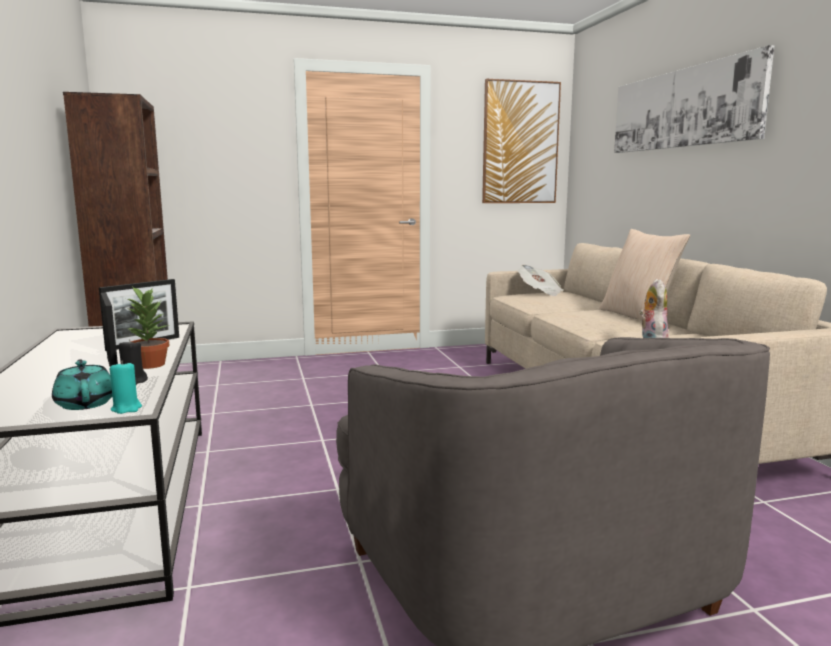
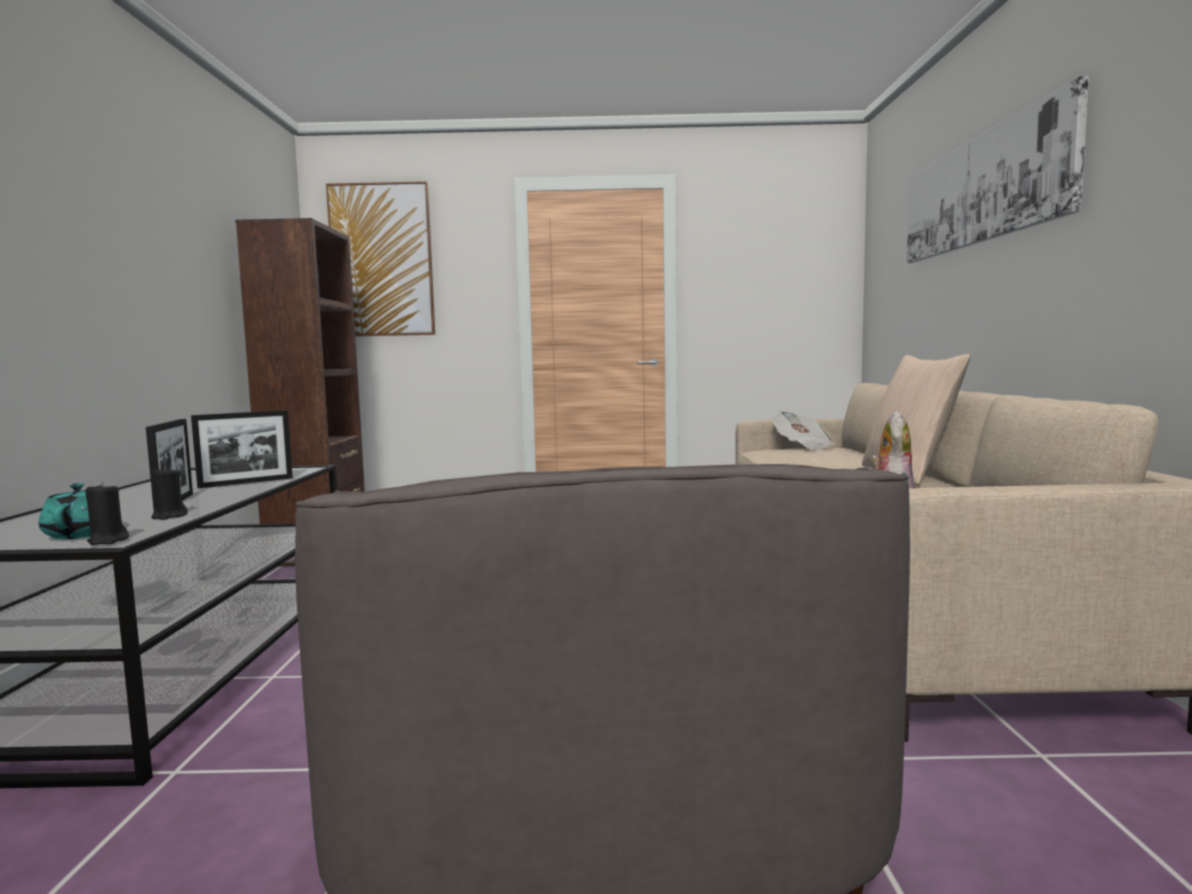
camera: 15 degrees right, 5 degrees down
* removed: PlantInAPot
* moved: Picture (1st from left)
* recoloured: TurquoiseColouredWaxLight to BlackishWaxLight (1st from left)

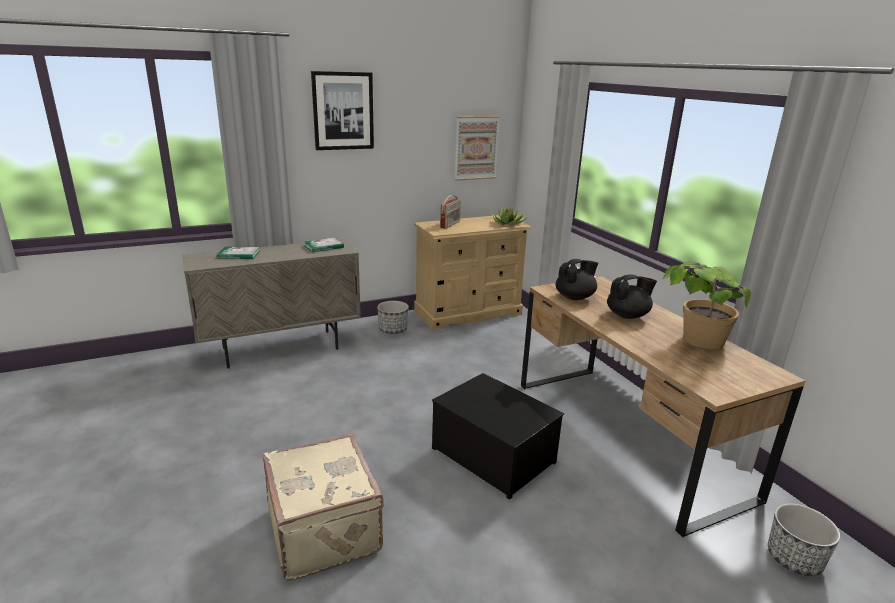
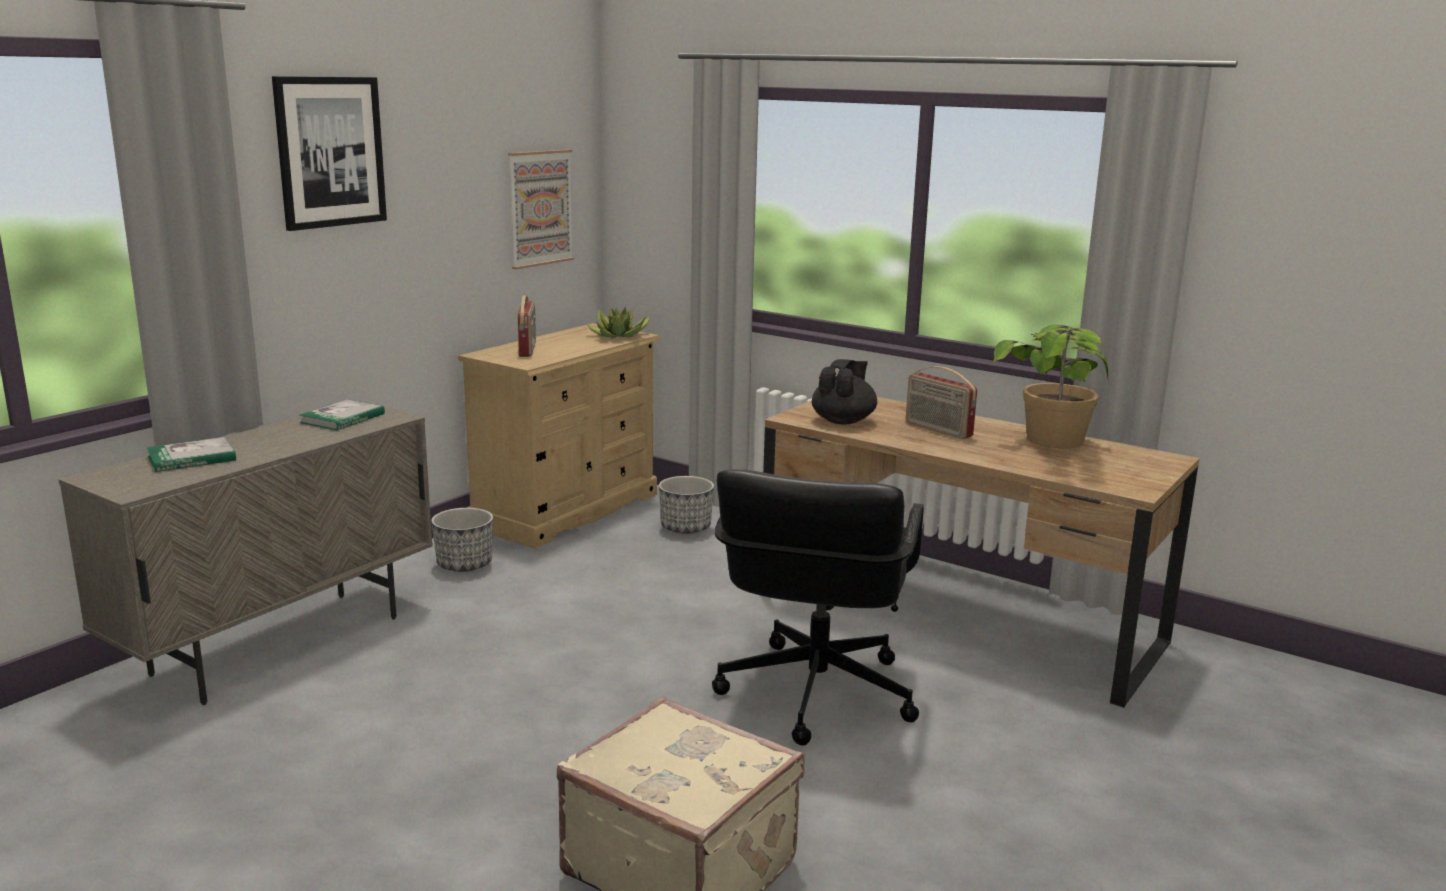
camera: 30 degrees left, 5 degrees down
* moved: PlantPot (2nd from left)
* replaced: StorageBin to BlackishDeskChair
* replaced: BlackishPotForTea (2nd from left) to RadioSet (2nd from left)

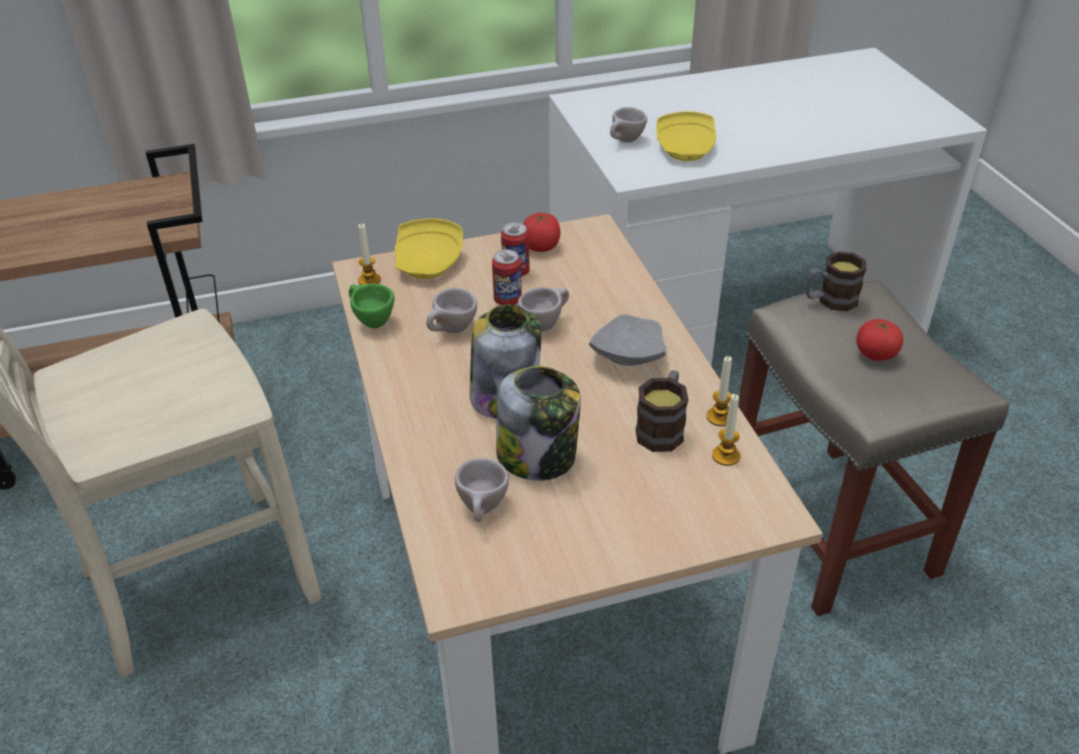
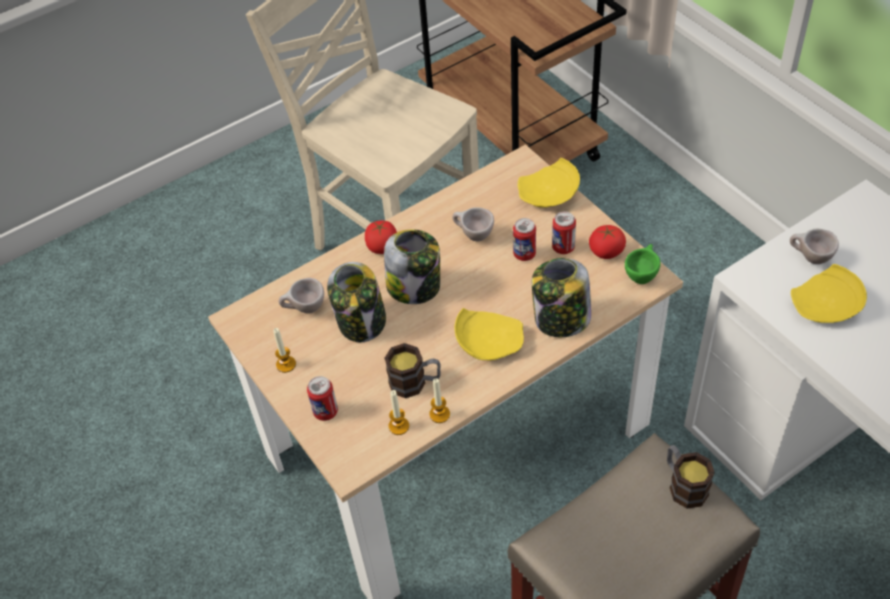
camera: 75 degrees right, 10 degrees up
* removed: BeigeColouredSmallCup (3rd from left)
* added: SealedCan (1st from left)
* added: StorageJar (3rd from left)
* moved: GreenishSmallCup
* moved: WaxLight (1st from left)
* moved: Tomato (2nd from left in the first image) to Tomato (1st from left)
* recoloured: GreyishDinnerPlate to YellowDinnerPlate (1st from left)

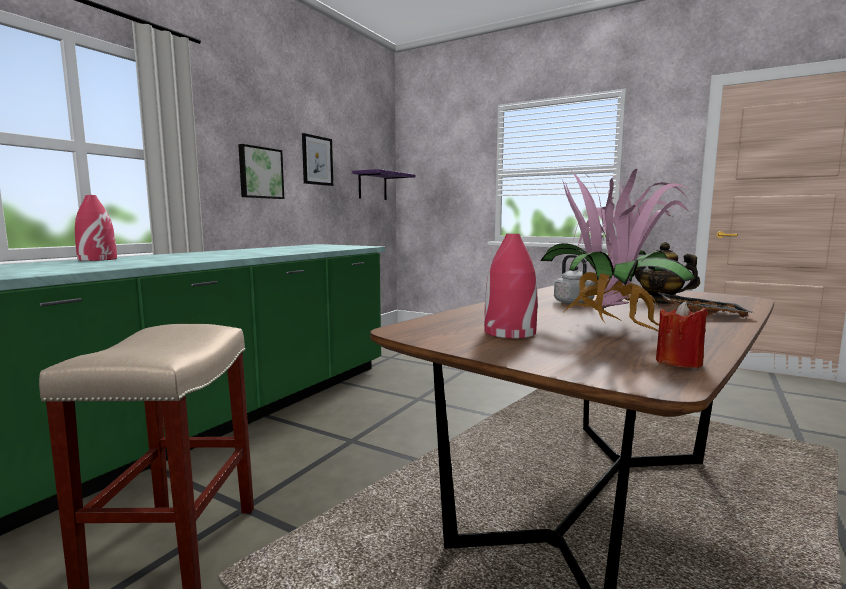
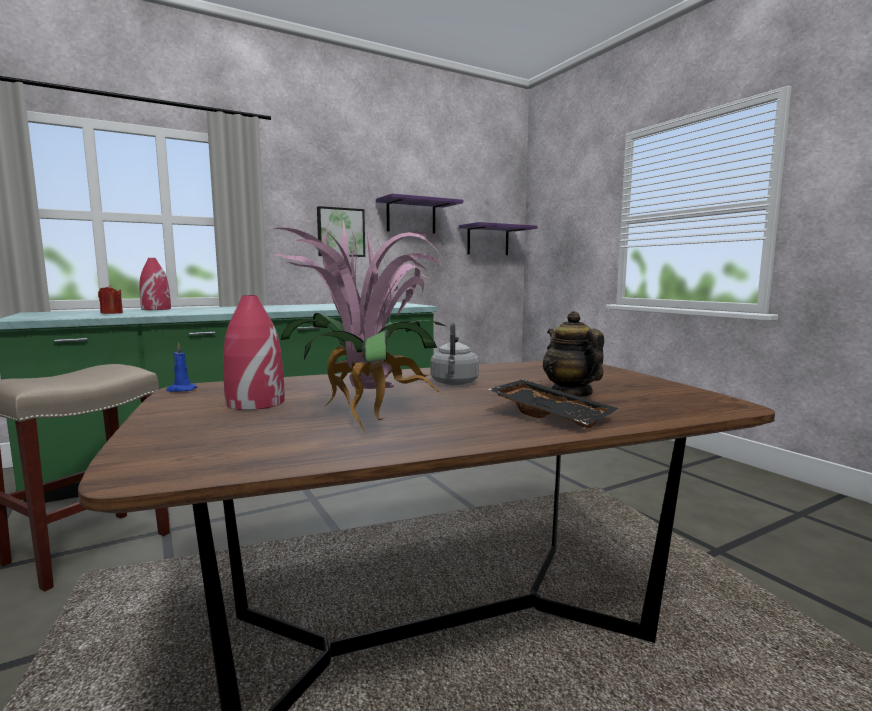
camera: 30 degrees right, 0 degrees up
* added: BlueColouredWaxLight
* moved: RedColouredWaxLight
* replaced: Picture (2nd from left) to PurpleColouredWallShelf (1st from left)

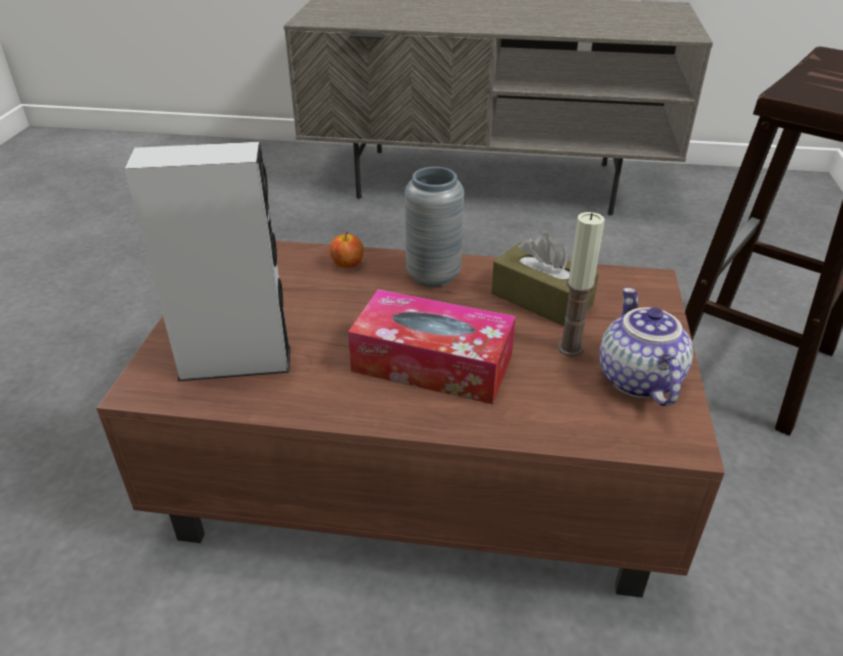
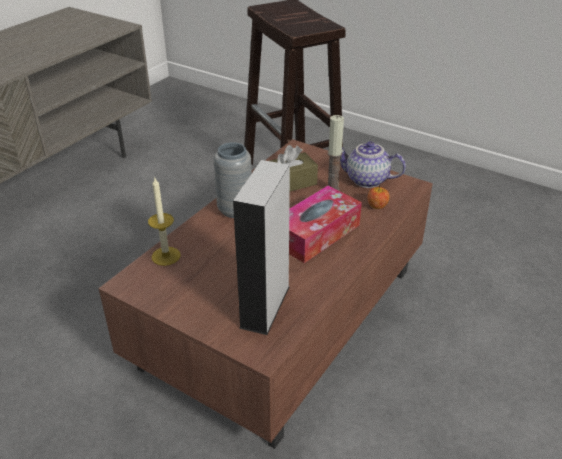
camera: 65 degrees left, 0 degrees up
* added: WaxLight (1st from left)
* moved: Apple

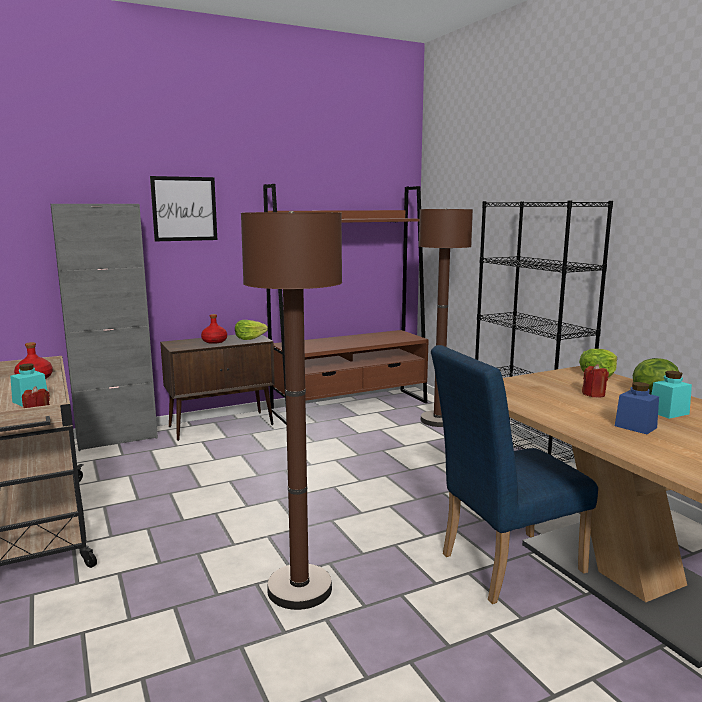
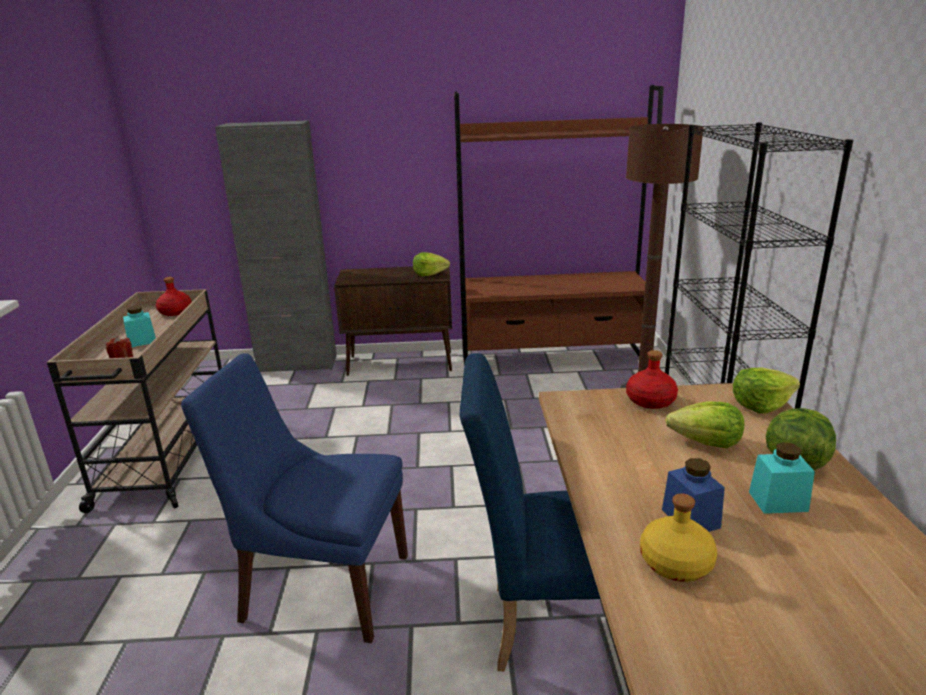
camera: 25 degrees right, 10 degrees up
* removed: Picture
* added: YellowBeverageBottle
* moved: RedColouredBeverageBottle (2nd from left)
* replaced: BrownFloorLamp (1st from left) to BlueColouredUprightChair (1st from left)
* replaced: RedColouredWaxLight (2nd from left) to HeadOfLettuce (2nd from left)

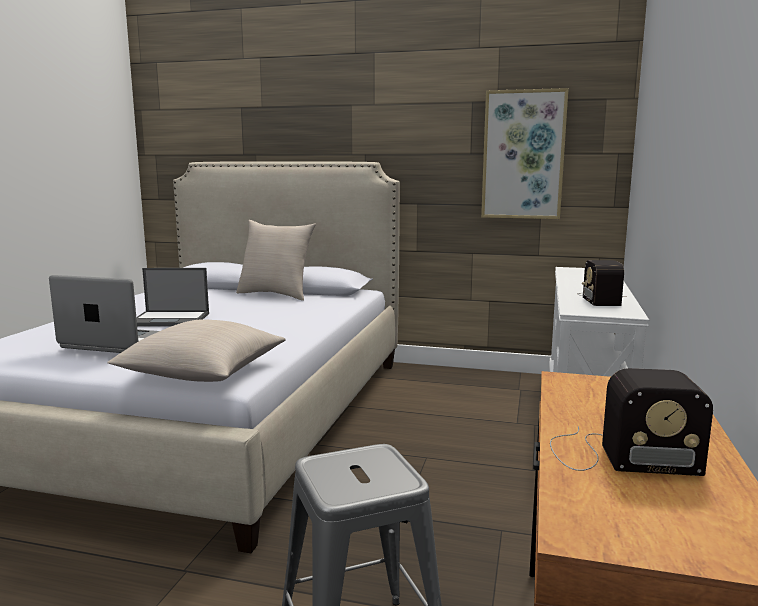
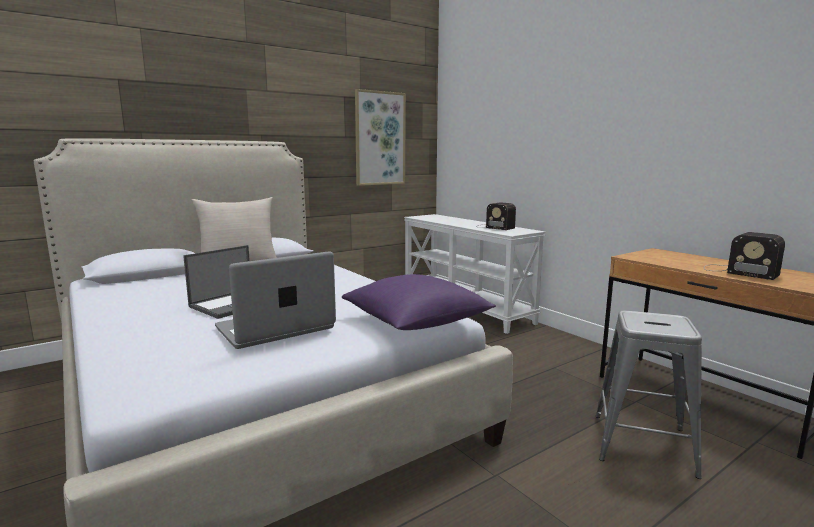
camera: 50 degrees left, 0 degrees up
* recoloured: BeigeColouredCushion (1st from left) to PurpleColouredCushion
* turned: RadioSet (2nd from left) 90 degrees clockwise

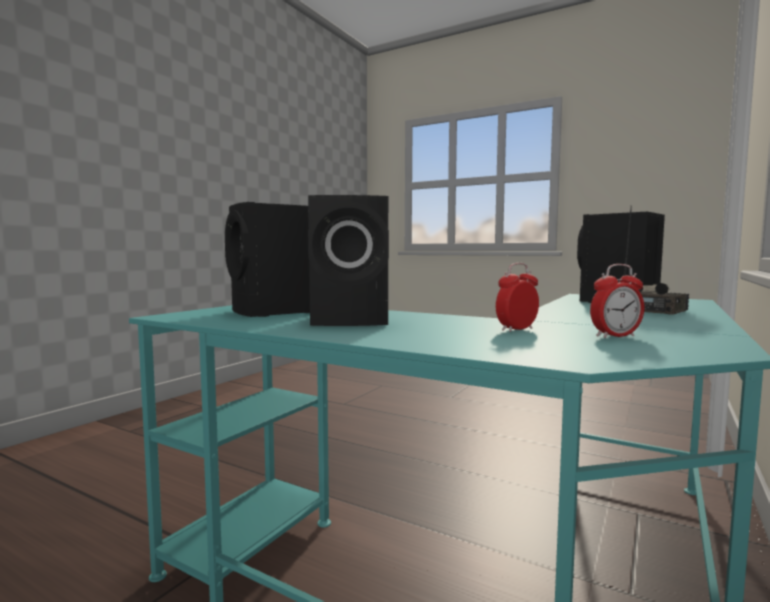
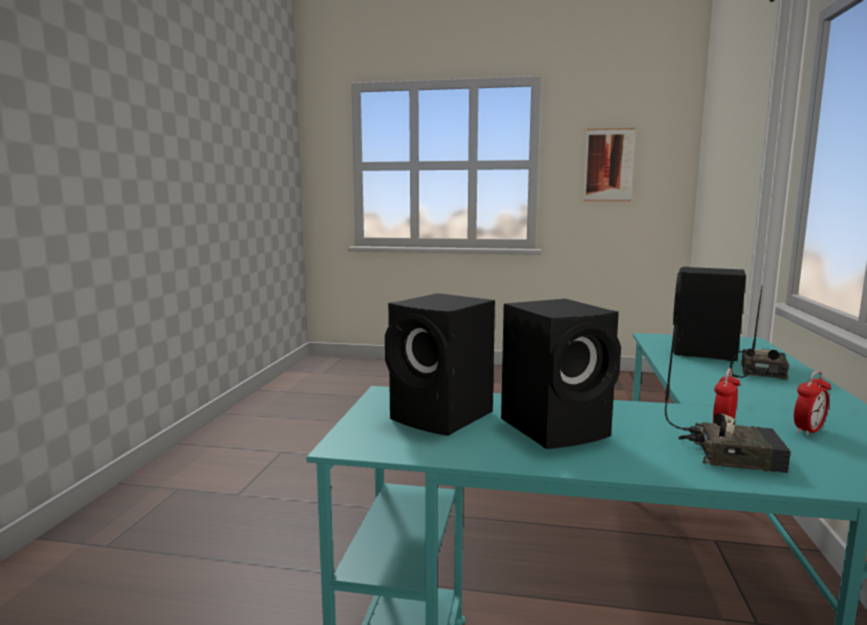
camera: 20 degrees left, 5 degrees up
* added: Picture
* added: RadioSet (1st from left)

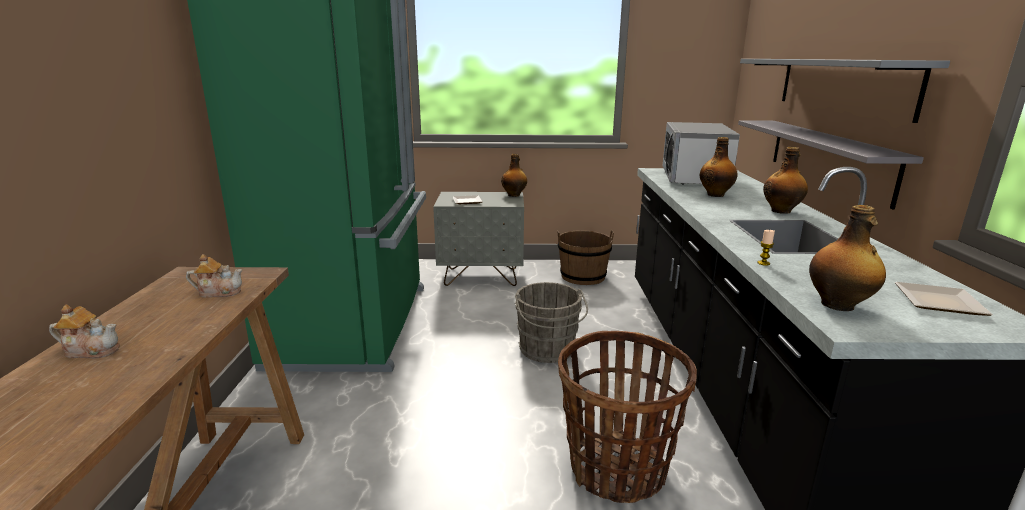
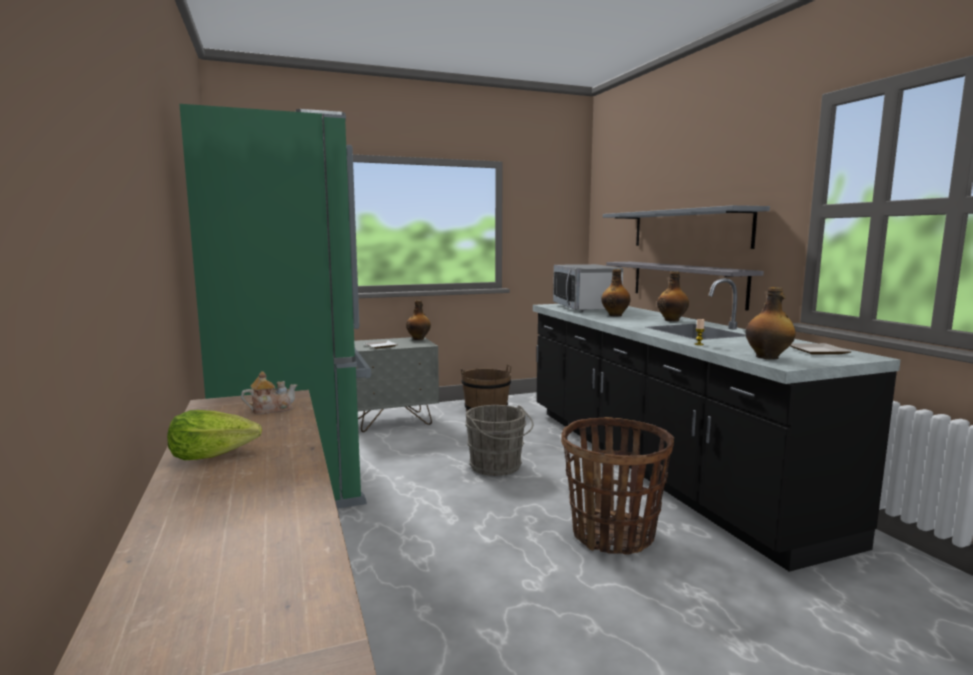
camera: 20 degrees left, 10 degrees down
* replaced: PotForTea (1st from left) to HeadOfLettuce

